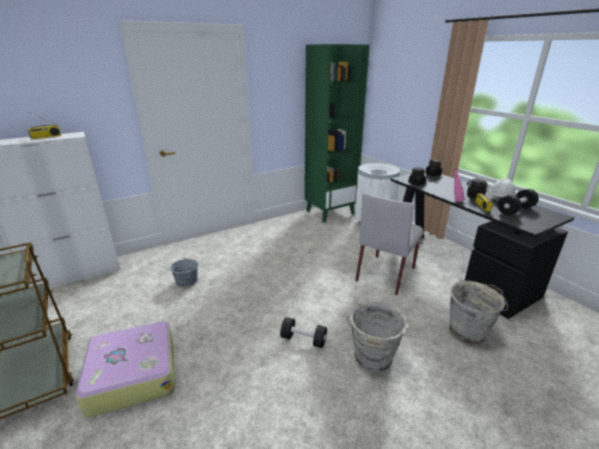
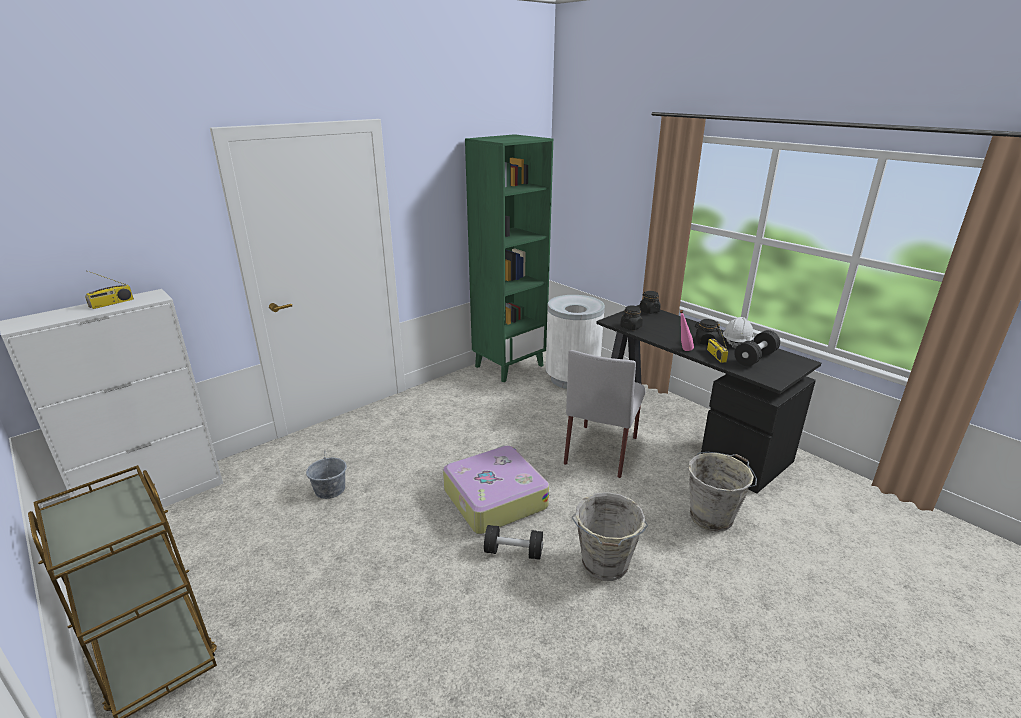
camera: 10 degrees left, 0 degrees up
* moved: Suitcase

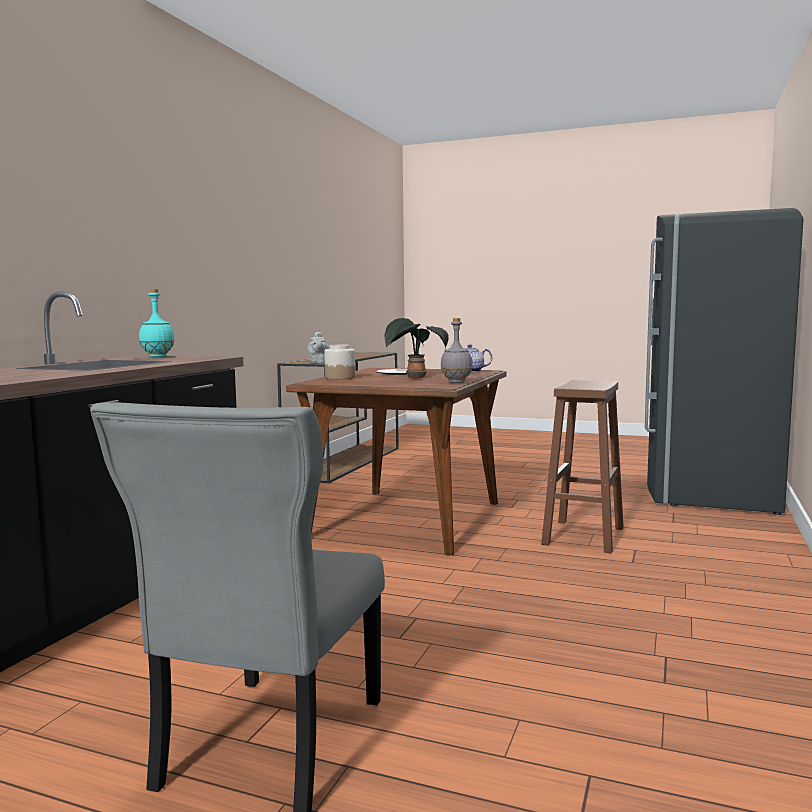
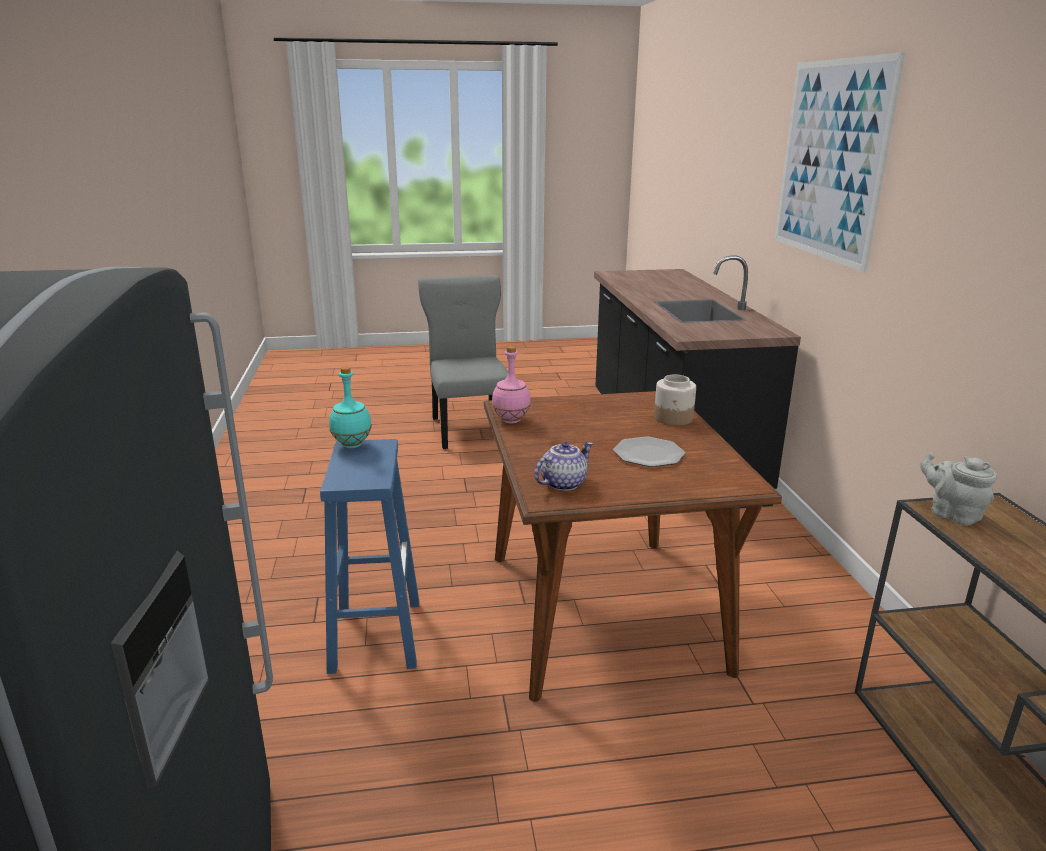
camera: 150 degrees right, 15 degrees up
* removed: PlantInAPot
* added: Picture
* moved: TurquoiseColouredBeverageBottle
* recoloured: GreyishBeverageBottle to PinkBeverageBottle
* recoloured: BrownStoolSeat to BlueColouredStoolSeat

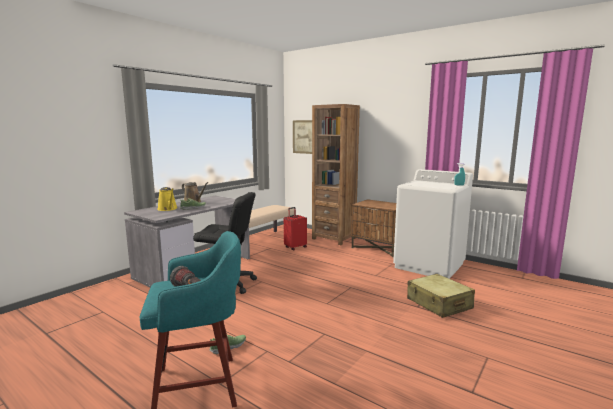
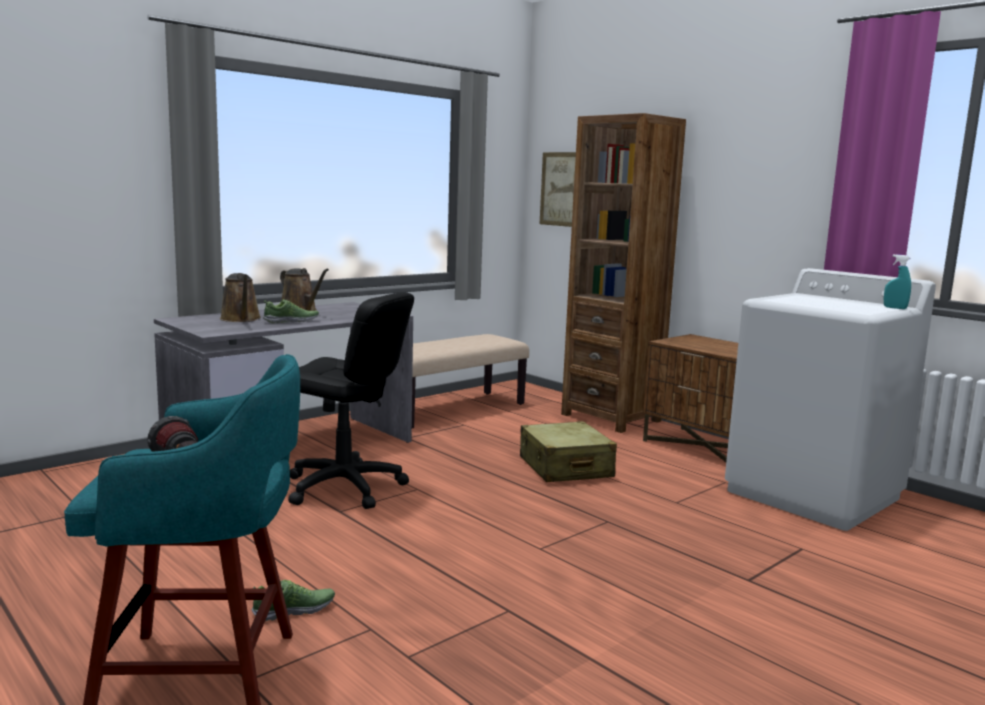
camera: 10 degrees right, 0 degrees up
* removed: RedColouredSuitcase
* moved: BeigeColouredSuitcase
* recoloured: YellowSprinklingCan to BrownSprinklingCan (1st from left)

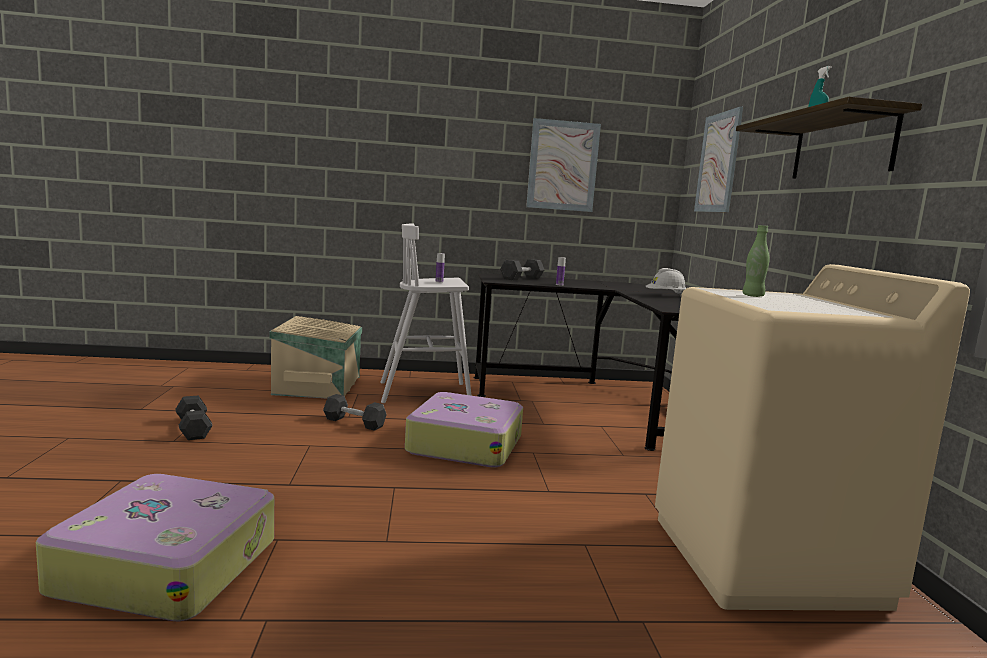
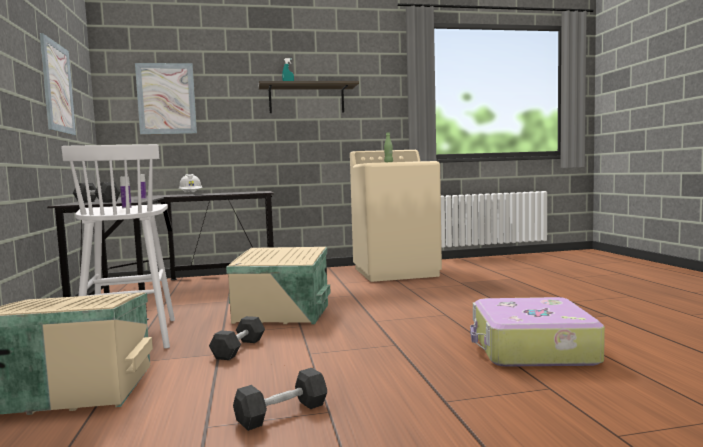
camera: 95 degrees left, 5 degrees down
* replaced: Suitcase (2nd from left) to BeigeColouredStorageBin (2nd from left)

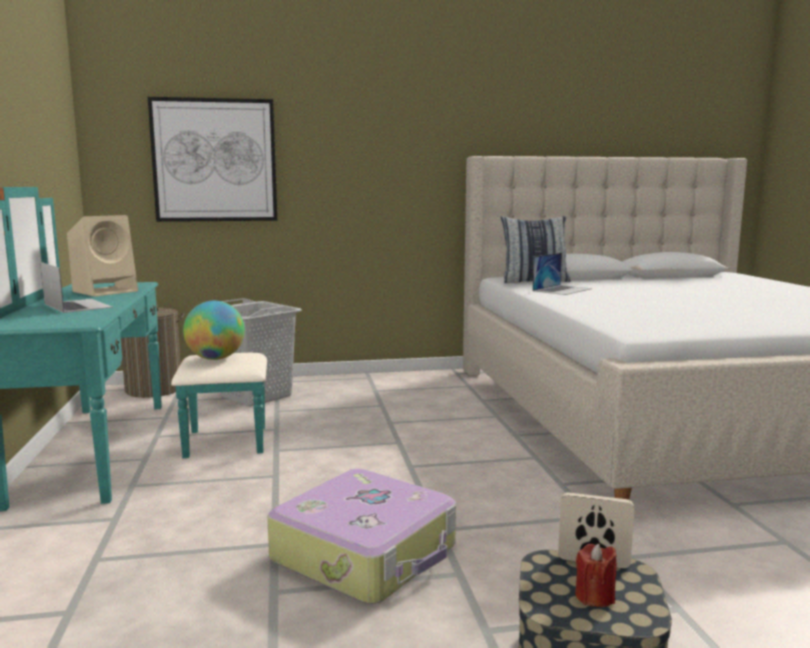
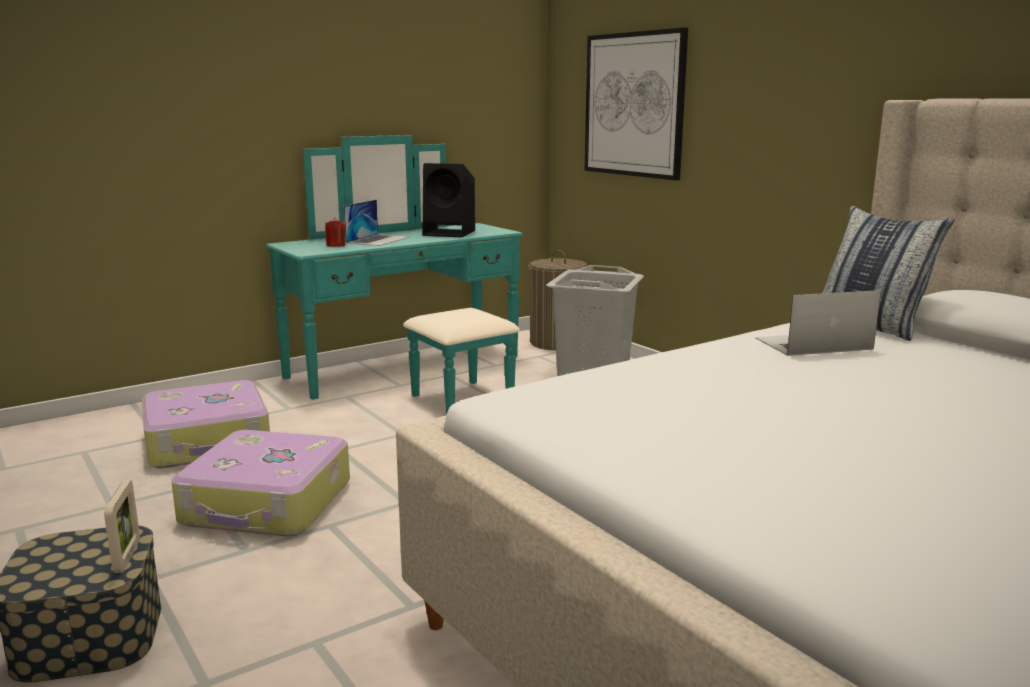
camera: 65 degrees right, 5 degrees up
* removed: Globe
* added: Suitcase (1st from left)
* moved: RedColouredWaxLight
* recoloured: BeigeColouredLoudspeaker to BlackishLoudspeaker
* turned: NotebookComputer (2nd from left) 150 degrees clockwise

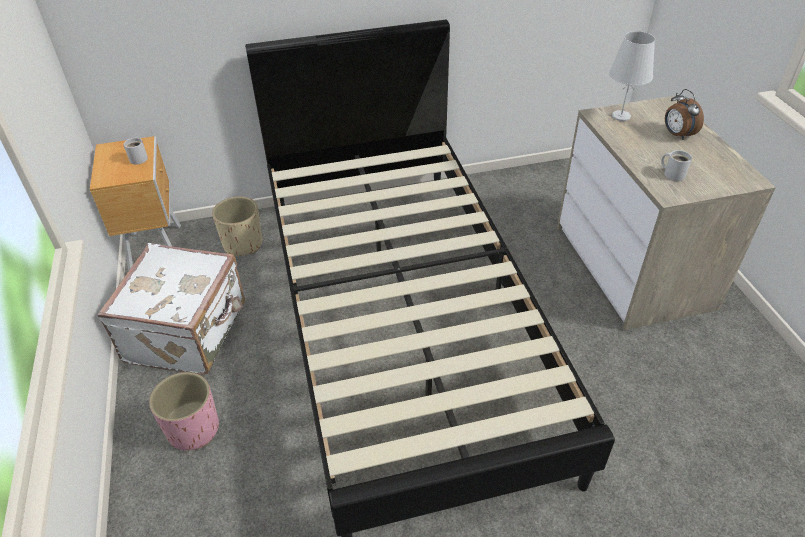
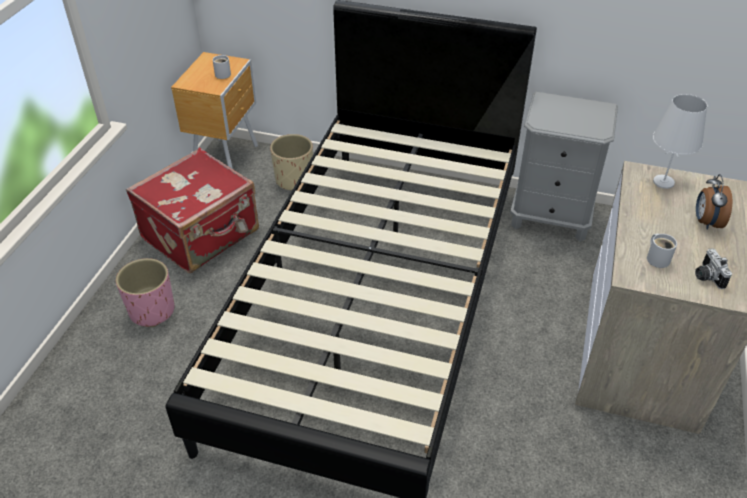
camera: 30 degrees right, 0 degrees up
* added: GreyishNightstand
* added: StillCamera
* recoloured: WhitishSuitcase to RedColouredSuitcase

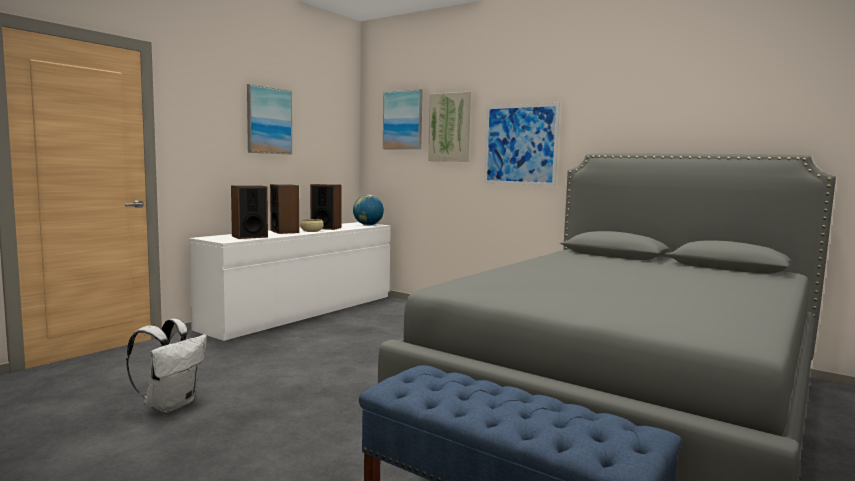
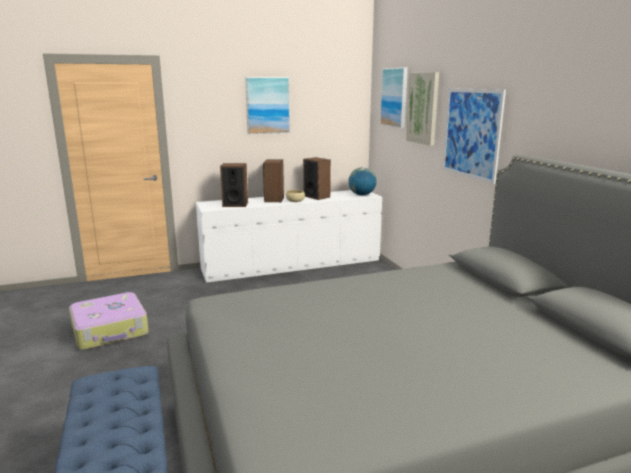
camera: 35 degrees right, 10 degrees up
* replaced: WhitishKnapsack to Suitcase

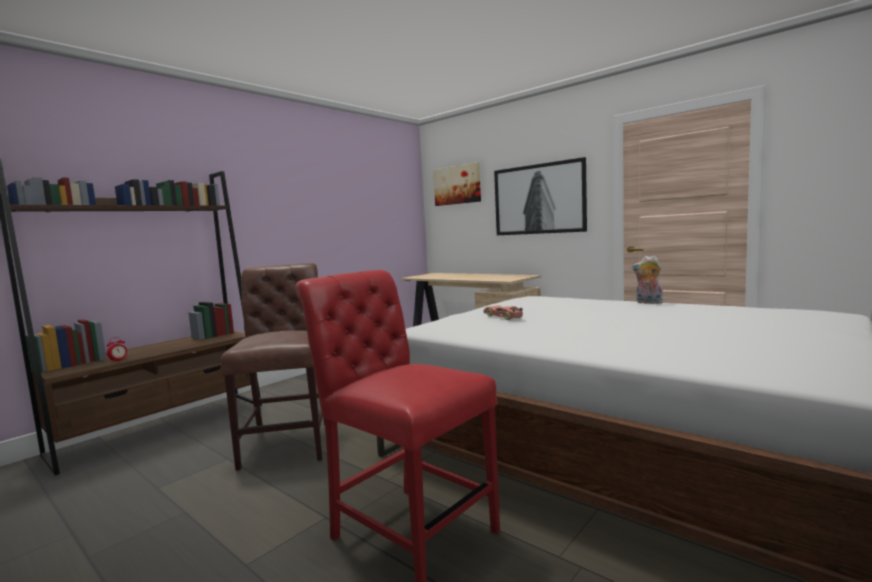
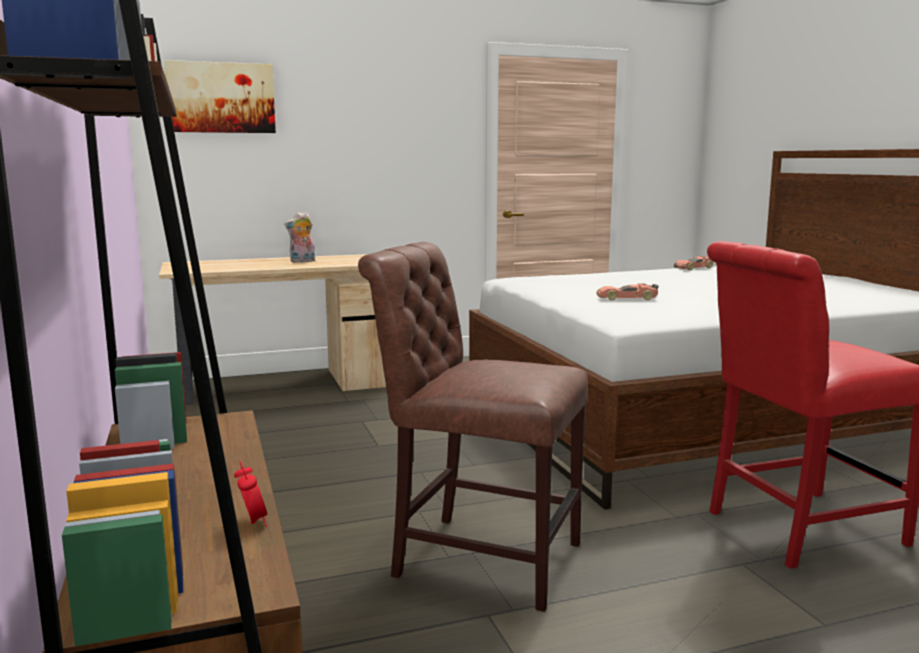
camera: 60 degrees left, 5 degrees up
* removed: Picture (2nd from left)
* added: MiniatureCar (2nd from left)
* moved: PlushToy

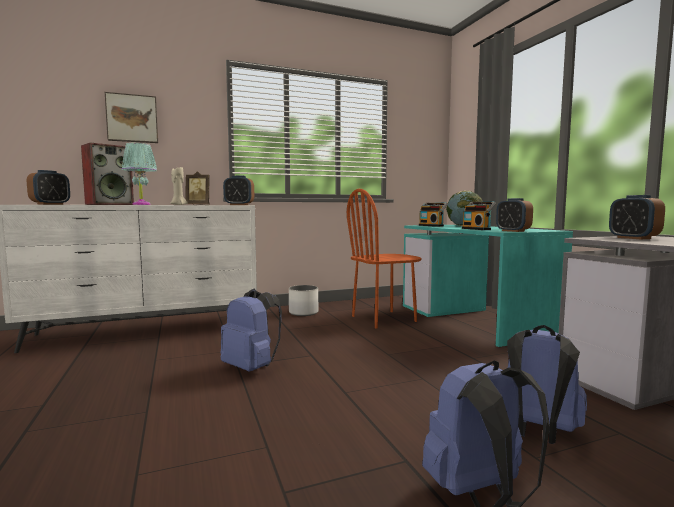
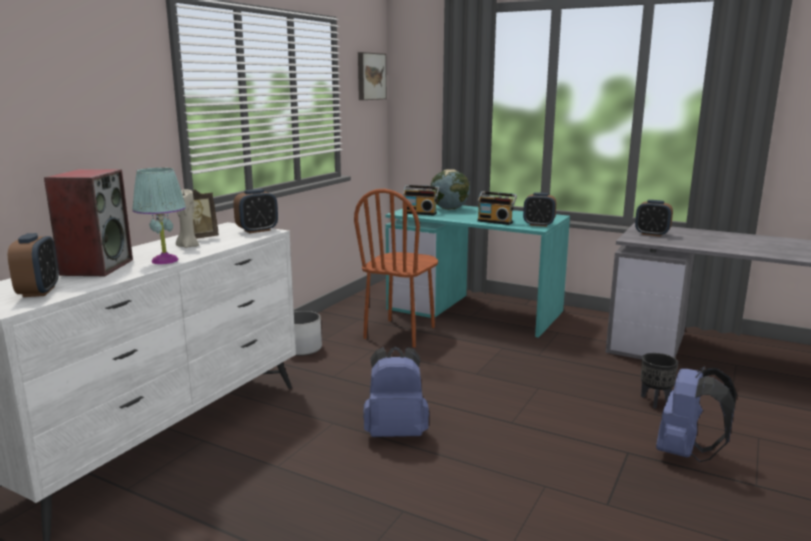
camera: 40 degrees left, 10 degrees up
* moved: Picture
* replaced: BlueColouredKnapsack (3rd from left) to BlackishPlantPot

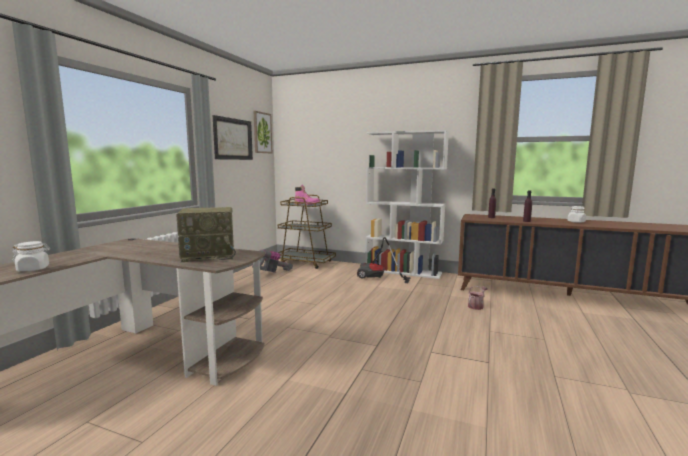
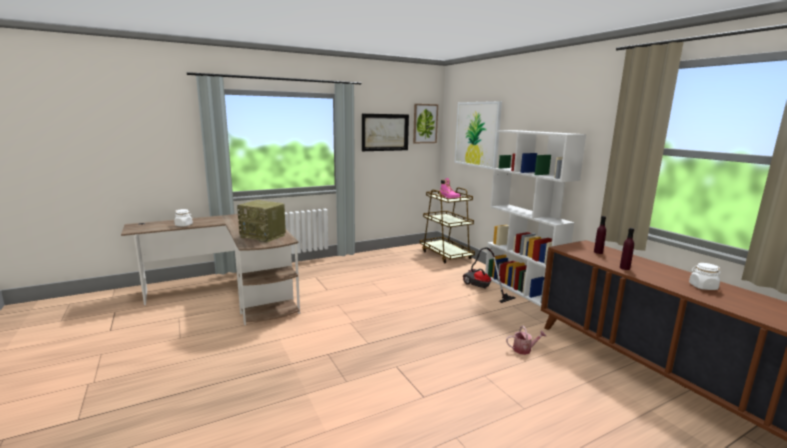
camera: 40 degrees right, 5 degrees up
* removed: Hoover (1st from left)
* added: Picture (3rd from left)

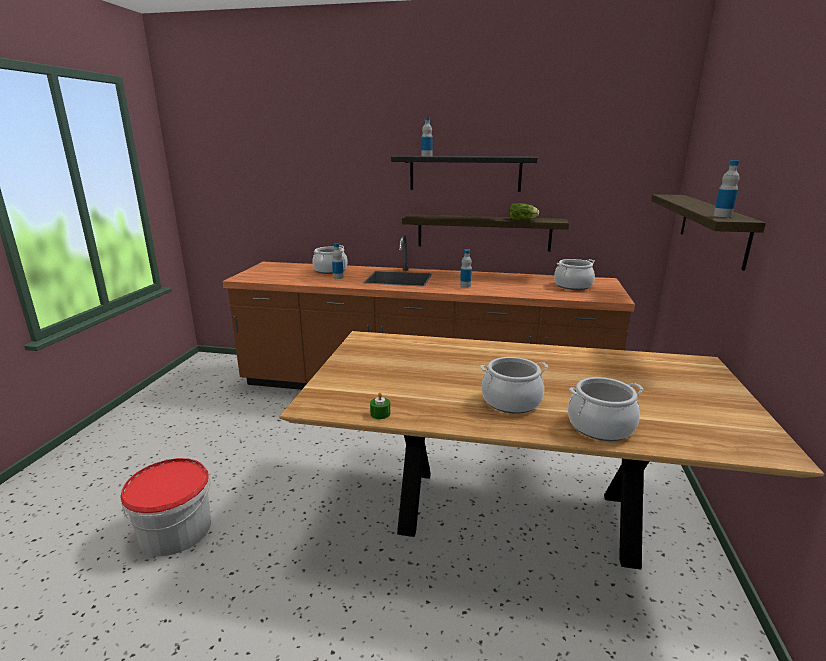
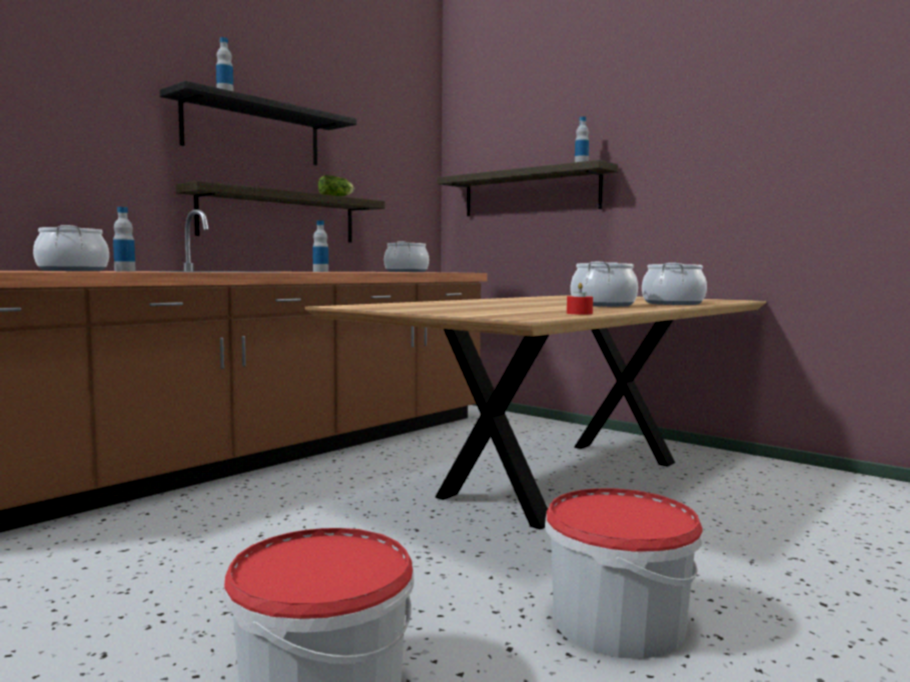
camera: 60 degrees left, 15 degrees down
* added: Pail (2nd from left)
* recoloured: GreenishWaxLight to RedColouredWaxLight

